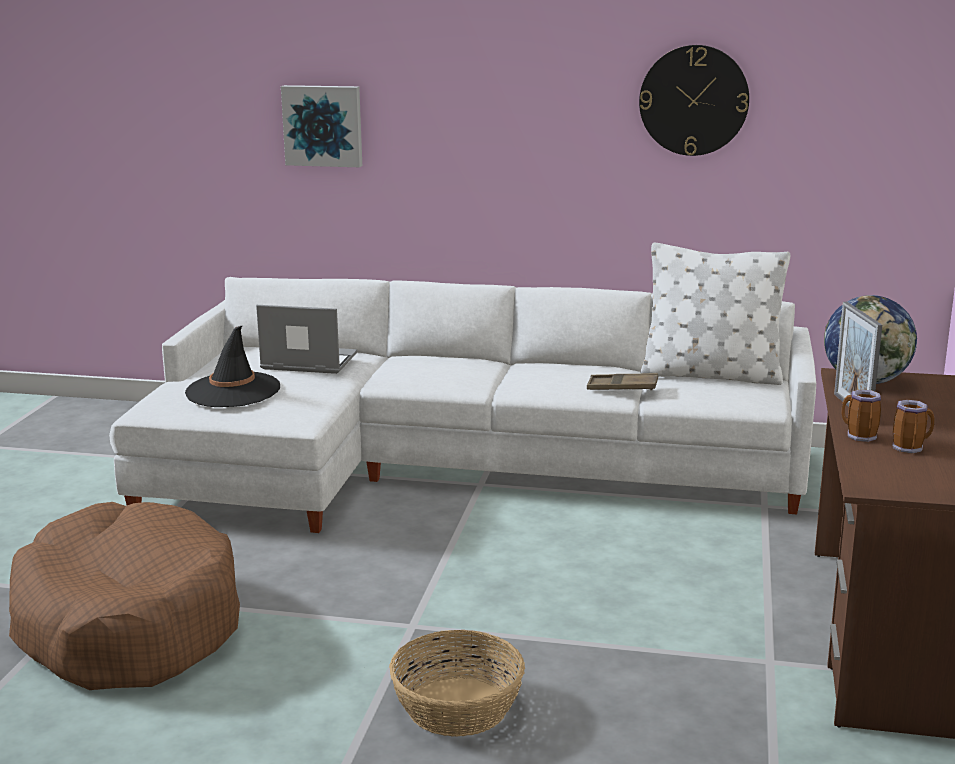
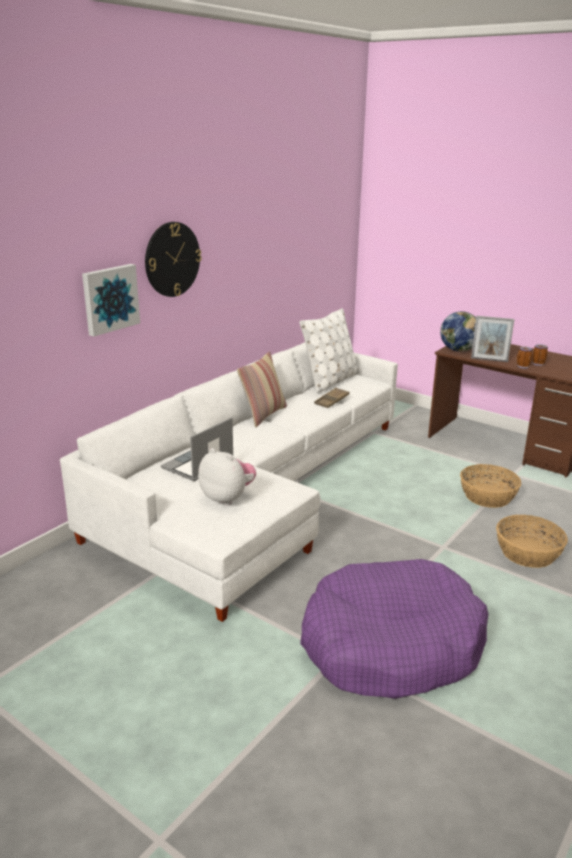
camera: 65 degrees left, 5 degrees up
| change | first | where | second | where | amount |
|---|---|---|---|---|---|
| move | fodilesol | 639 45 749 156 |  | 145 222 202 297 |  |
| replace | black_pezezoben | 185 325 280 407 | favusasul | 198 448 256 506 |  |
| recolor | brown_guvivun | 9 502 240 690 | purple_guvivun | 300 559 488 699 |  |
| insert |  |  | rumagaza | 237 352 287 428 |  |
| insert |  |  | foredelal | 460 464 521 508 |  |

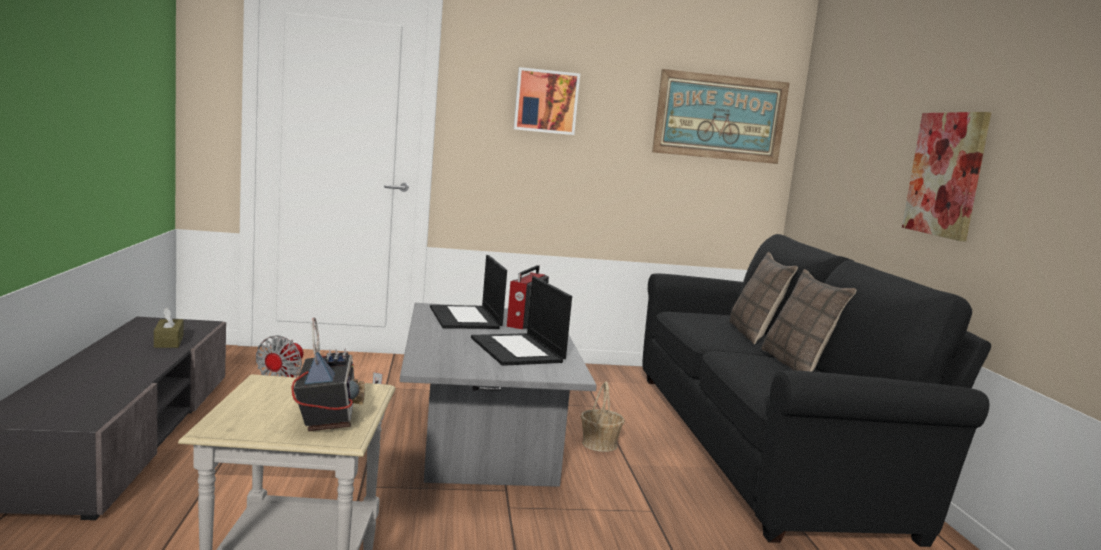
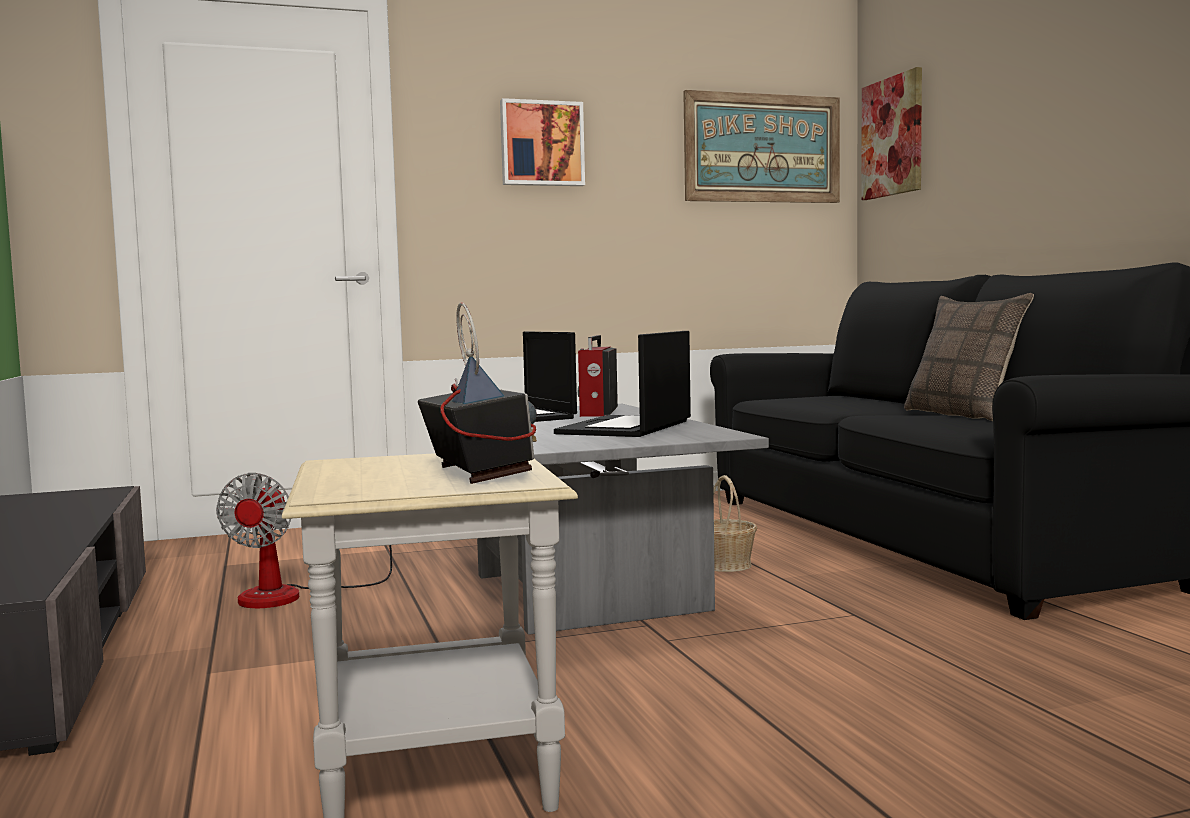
camera: 10 degrees left, 5 degrees down
| change | first | where | second | where | amount |
|---|---|---|---|---|---|
| move | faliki | 902 112 991 242 |  | 861 67 922 200 |  |
| delete | rumagaza | 730 252 798 344 |  |  |  |
| rotate | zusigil | 471 276 572 366 |  | 554 331 691 437 | 60 degrees clockwise |
| delete | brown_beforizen | 154 308 183 348 |  |  |  |

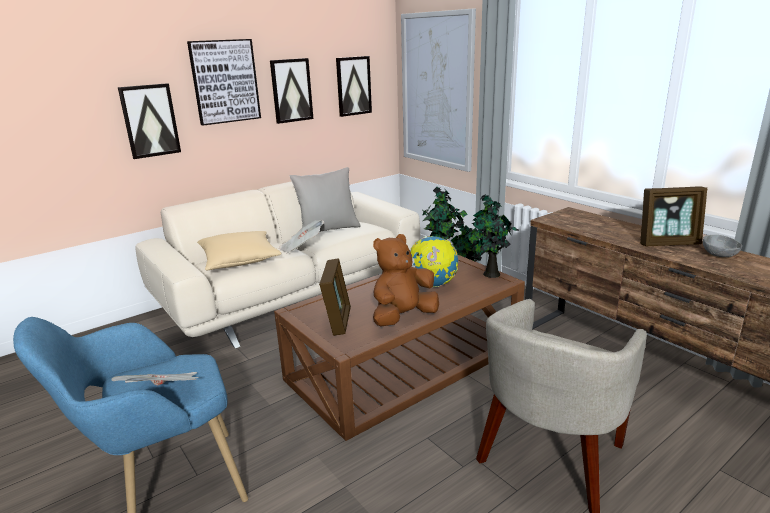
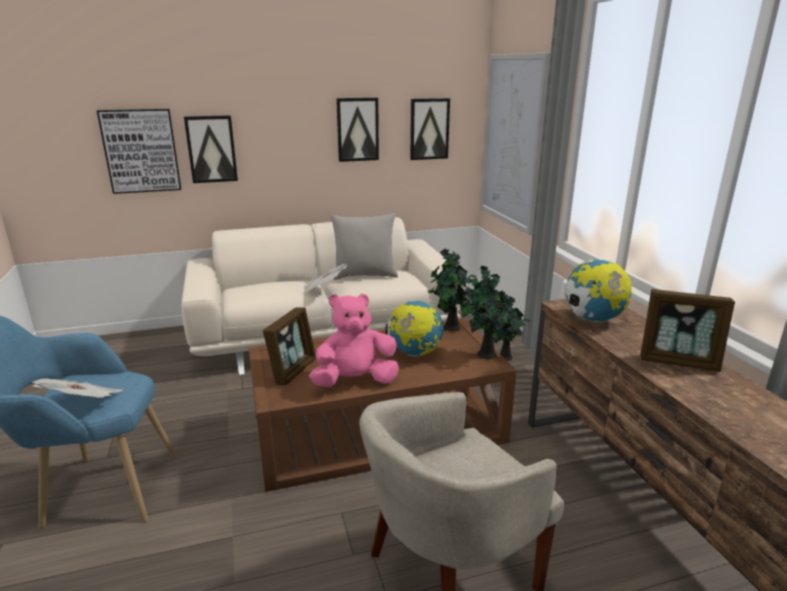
camera: 20 degrees right, 0 degrees up
| change | first | where | second | where | amount |
|---|---|---|---|---|---|
| move | faliki | 187 39 261 126 |  | 97 109 181 194 |  |
| delete | beige_rumagaza | 197 231 281 270 |  |  |  |
| recolor | brown_favusasul | 373 234 439 327 | pink_favusasul | 309 293 399 387 |  |
| delete | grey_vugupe | 703 235 742 257 |  |  |  |
| insert |  |  | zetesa | 565 260 632 322 |  |

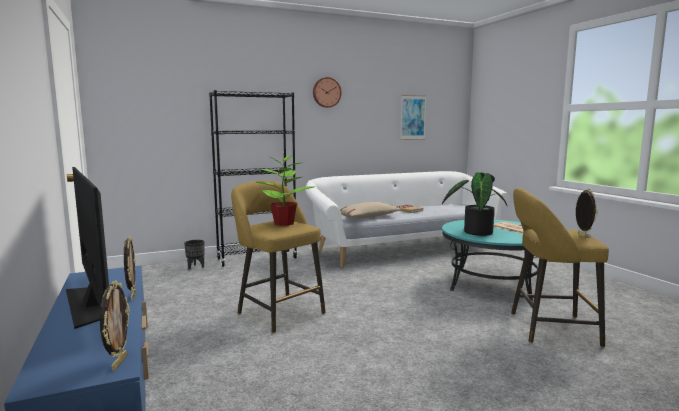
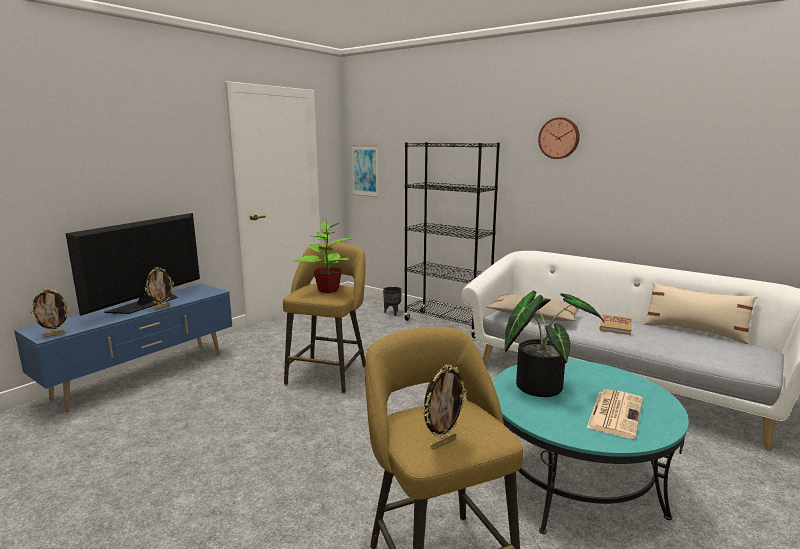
camera: 60 degrees right, 5 degrees up
| change | first | where | second | where | amount |
|---|---|---|---|---|---|
| move | faliki | 400 95 427 140 |  | 352 145 378 197 |  |
| insert |  |  | beige_rumagaza | 643 282 758 344 |  |

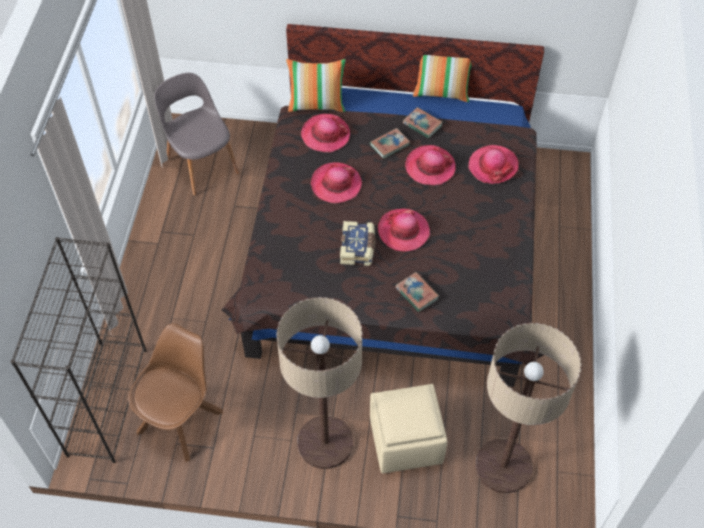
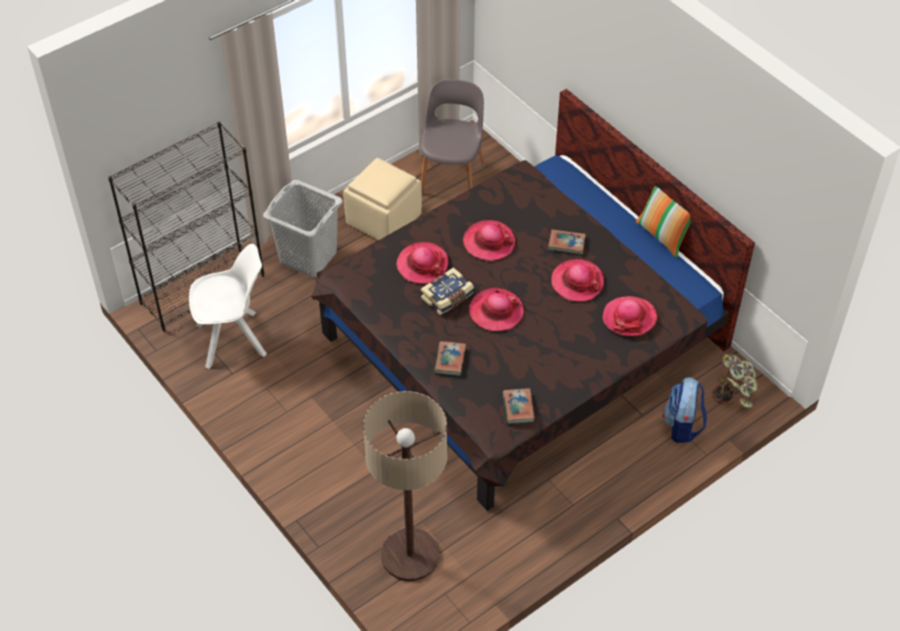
camera: 45 degrees right, 5 degrees down
| change | first | where | second | where | amount |
|---|---|---|---|---|---|
| delete | rumagaza | 286 59 346 112 |  |  |  |
| move | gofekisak | 403 107 442 139 |  | 503 388 535 424 |  |
| move | pezezoben | 301 114 350 153 |  | 397 242 449 284 |  |
| delete | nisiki | 276 297 362 469 |  |  |  |
| recolor | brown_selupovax | 128 323 223 462 | white_selupovax | 189 244 267 369 |  |
| move | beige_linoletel | 370 384 447 474 |  | 343 158 422 240 |  |
| insert |  |  | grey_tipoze | 263 180 343 277 |  |
| insert |  |  | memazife | 712 354 758 408 |  |
| insert |  |  | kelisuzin | 663 377 707 443 |  |

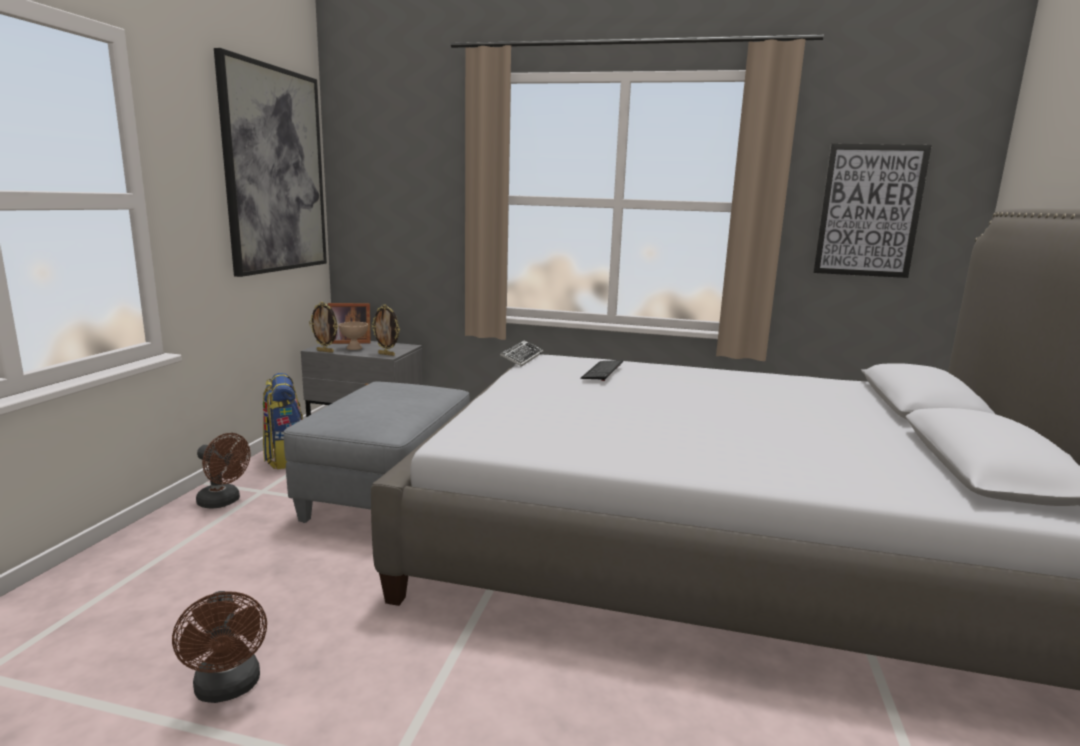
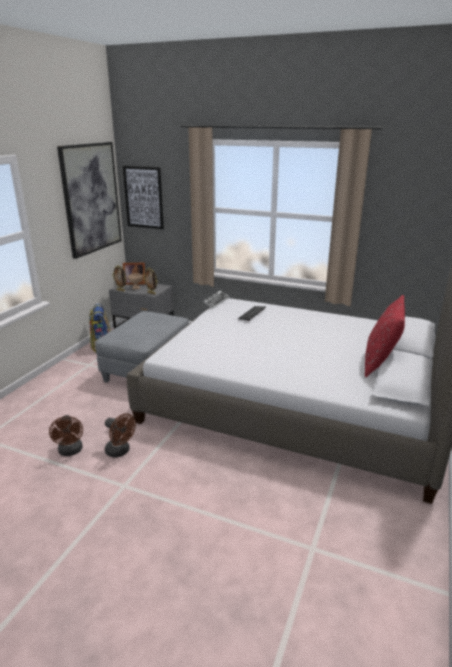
camera: 10 degrees right, 10 degrees up
| change | first | where | second | where | amount |
|---|---|---|---|---|---|
| move | faliki | 813 144 932 278 |  | 123 166 164 229 |  |
| move | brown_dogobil | 196 433 250 509 |  | 105 414 136 458 |  |
| insert |  |  | red_rumagaza | 365 295 405 377 |  |

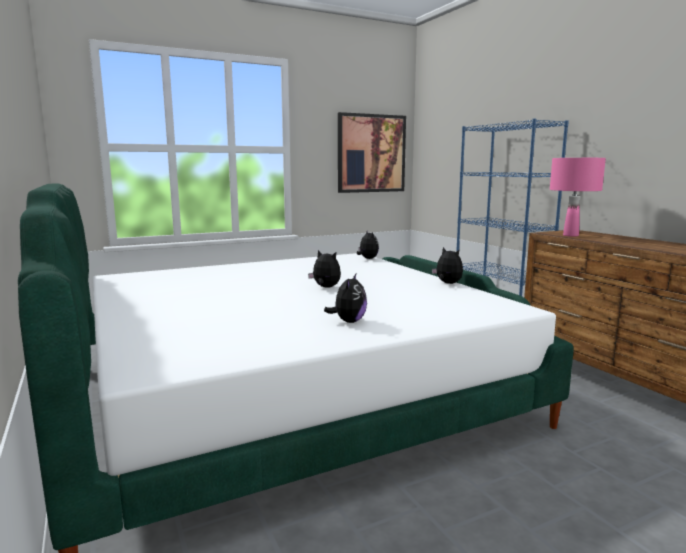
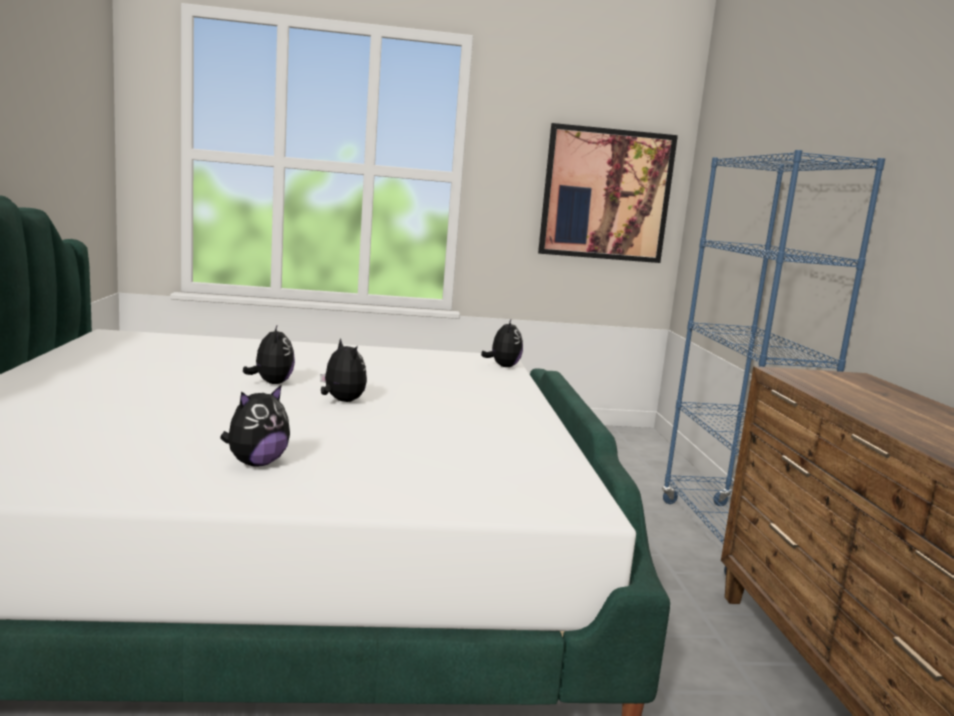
camera: 20 degrees right, 0 degrees up
| change | first | where | second | where | amount |
|---|---|---|---|---|---|
| delete | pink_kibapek | 550 158 606 237 |  |  |  |
| move | favusasul | 432 247 463 284 |  | 243 324 295 384 |  |

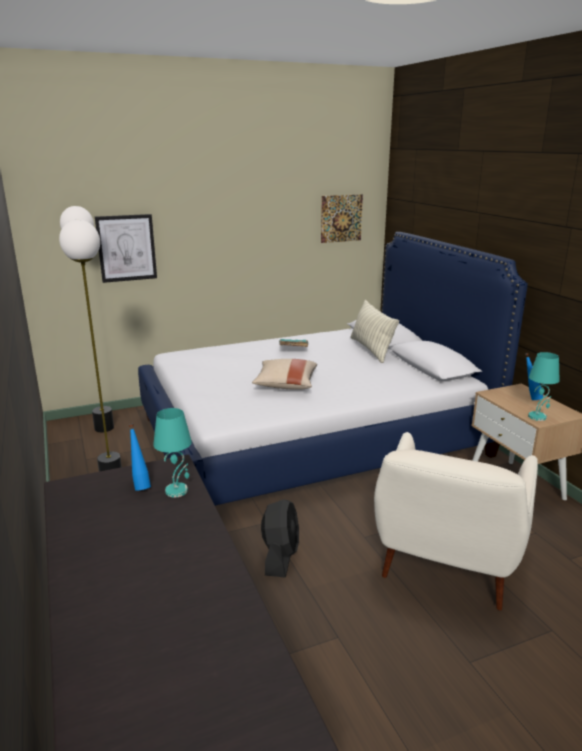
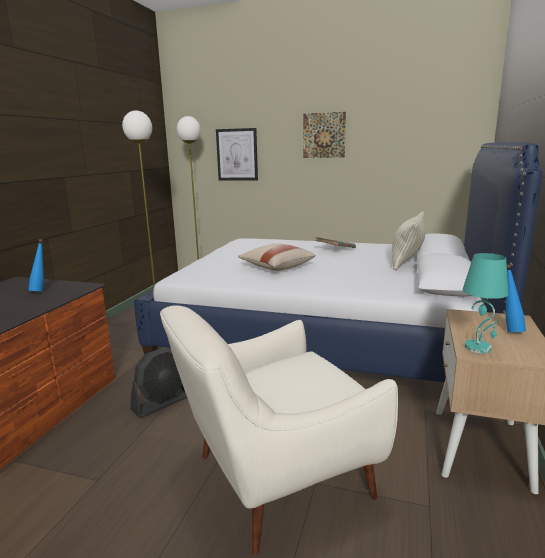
camera: 40 degrees right, 5 degrees down
| change | first | where | second | where | amount |
|---|---|---|---|---|---|
| move | faliki | 321 194 363 243 |  | 303 112 346 158 |  |
| delete | turquoise_kibapek | 153 408 192 497 |  |  |  |

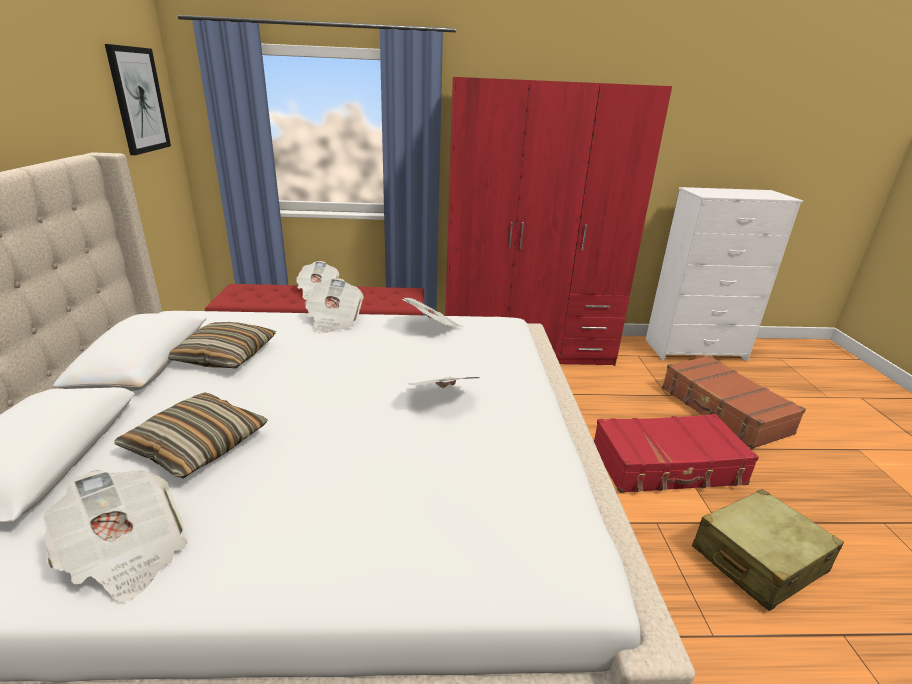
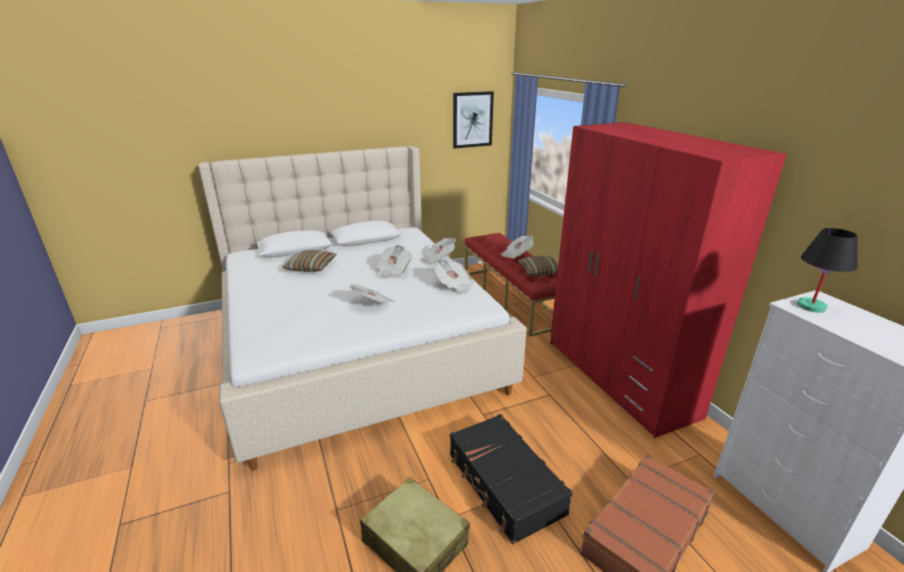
camera: 70 degrees right, 0 degrees up
| change | first | where | second | where | amount |
|---|---|---|---|---|---|
| move | rumagaza | 168 322 276 368 |  | 518 256 558 276 |  |
| recolor | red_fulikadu | 594 414 759 493 | black_fulikadu | 450 414 573 544 |  |
| move | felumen | 43 470 188 602 |  | 377 245 412 279 |  |
| insert |  |  | black_kibapek | 797 228 858 313 |  |

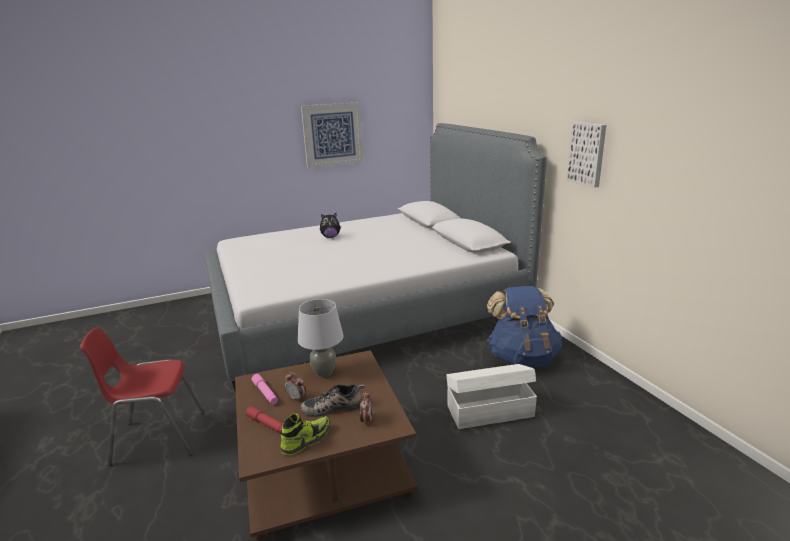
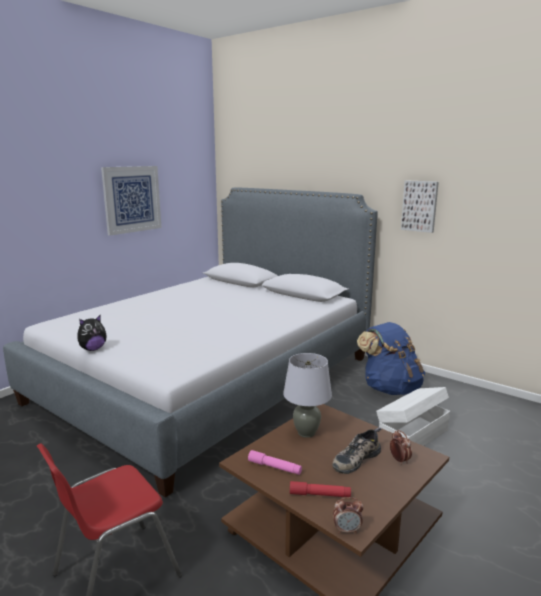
camera: 30 degrees left, 5 degrees down
| change | first | where | second | where | amount |
|---|---|---|---|---|---|
| move | favusasul | 320 213 341 238 |  | 77 315 107 351 |  |
| move | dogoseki | 285 372 306 402 |  | 333 497 363 533 |  |
| delete | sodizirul | 280 414 330 455 |  |  |  |

